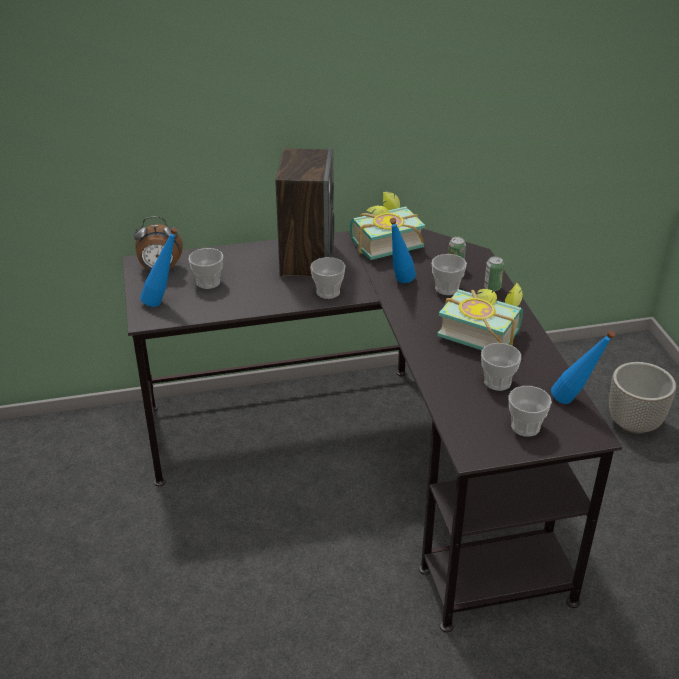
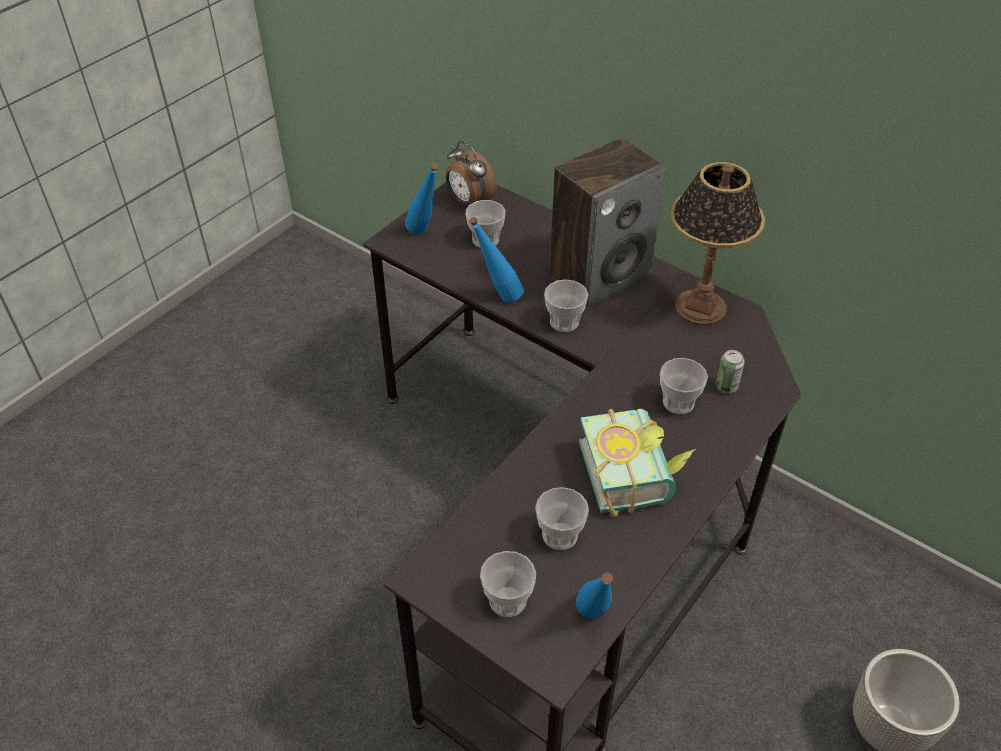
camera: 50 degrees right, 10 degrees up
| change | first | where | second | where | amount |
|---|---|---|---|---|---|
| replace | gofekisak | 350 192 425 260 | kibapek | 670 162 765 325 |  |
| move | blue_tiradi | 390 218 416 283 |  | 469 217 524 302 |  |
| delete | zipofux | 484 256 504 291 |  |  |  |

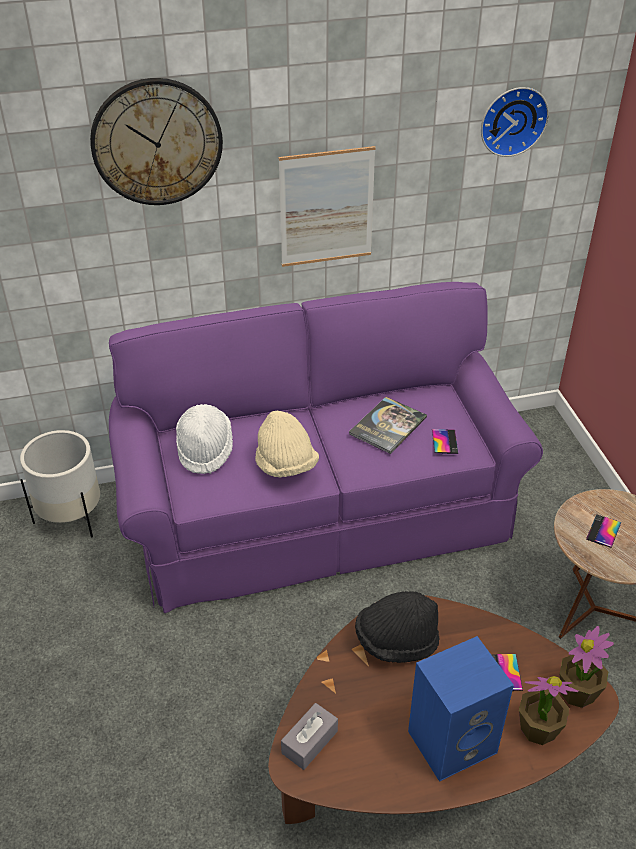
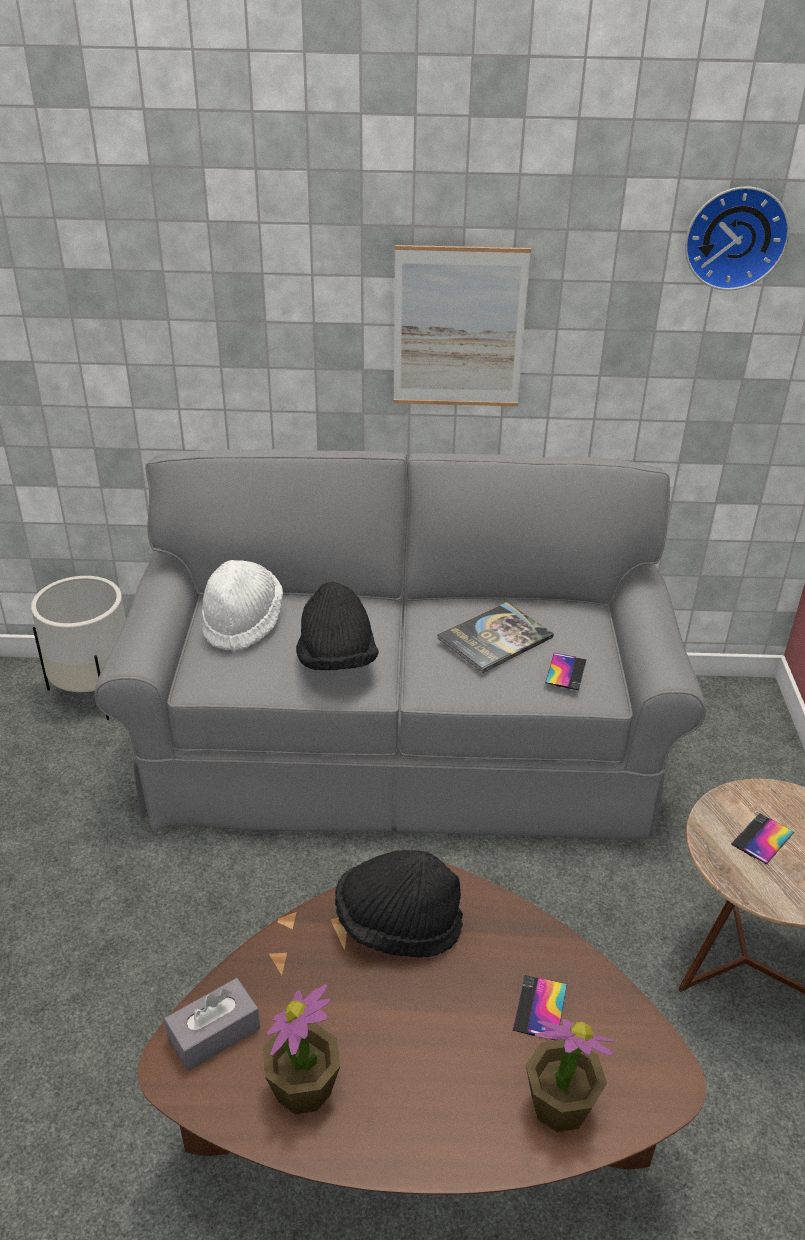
camera: 15 degrees right, 5 degrees down
| change | first | where | second | where | amount |
|---|---|---|---|---|---|
| delete | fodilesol | 90 78 223 205 |  |  |  |
| recolor | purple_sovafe | 109 282 543 613 | grey_sovafe | 95 449 706 839 |  |
| recolor | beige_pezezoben | 255 410 319 478 | black_pezezoben | 296 582 379 670 |  |
| move | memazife | 560 626 614 708 |  | 263 984 340 1115 |  |
| delete | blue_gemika | 408 636 514 782 |  |  |  |

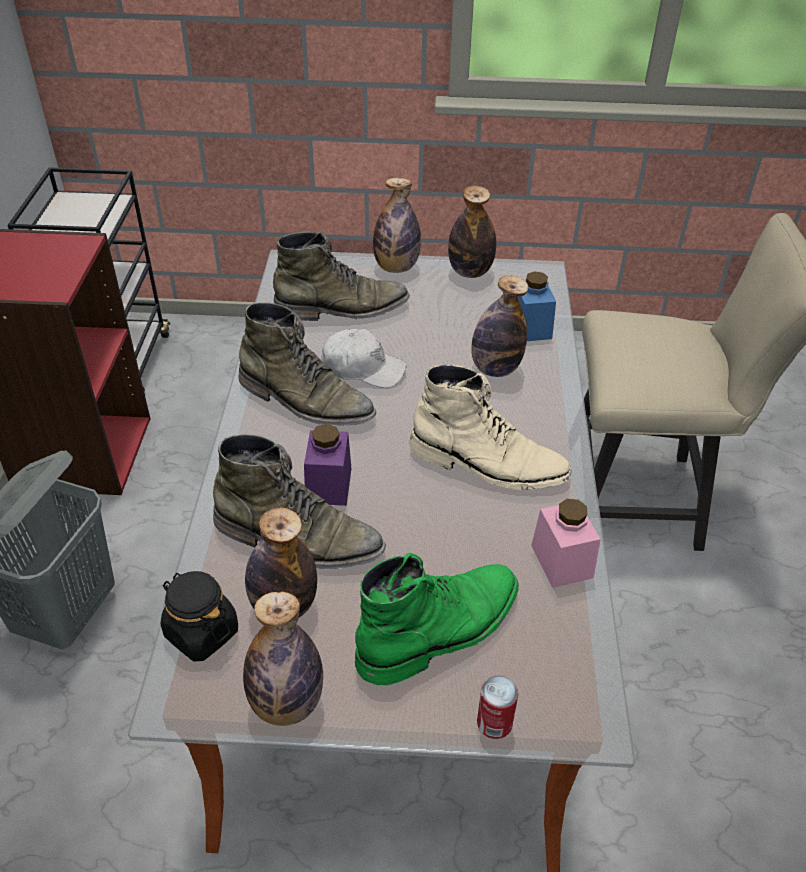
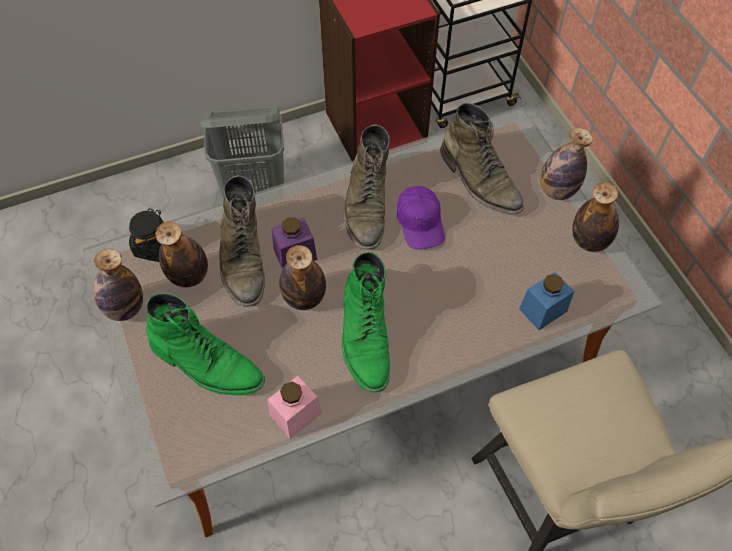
camera: 65 degrees right, 15 degrees up
| change | first | where | second | where | amount |
|---|---|---|---|---|---|
| move | tiradi | 471 275 528 377 |  | 279 245 326 310 |  |
| recolor | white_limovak | 322 329 407 388 | purple_limovak | 397 186 445 249 |  |
| recolor | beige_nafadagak | 409 364 572 490 | green_nafadagak | 342 251 390 392 |  |
| delete | zipofux | 477 676 518 739 |  |  |  |

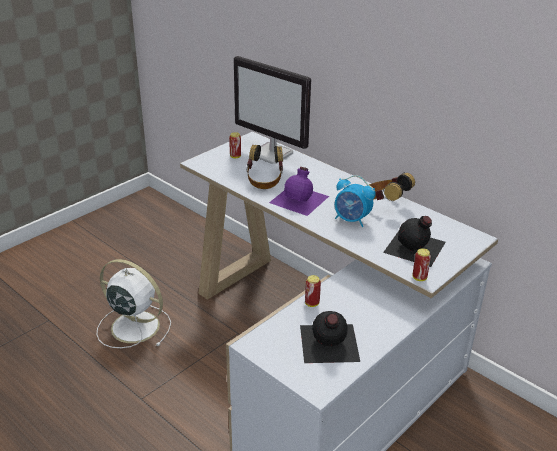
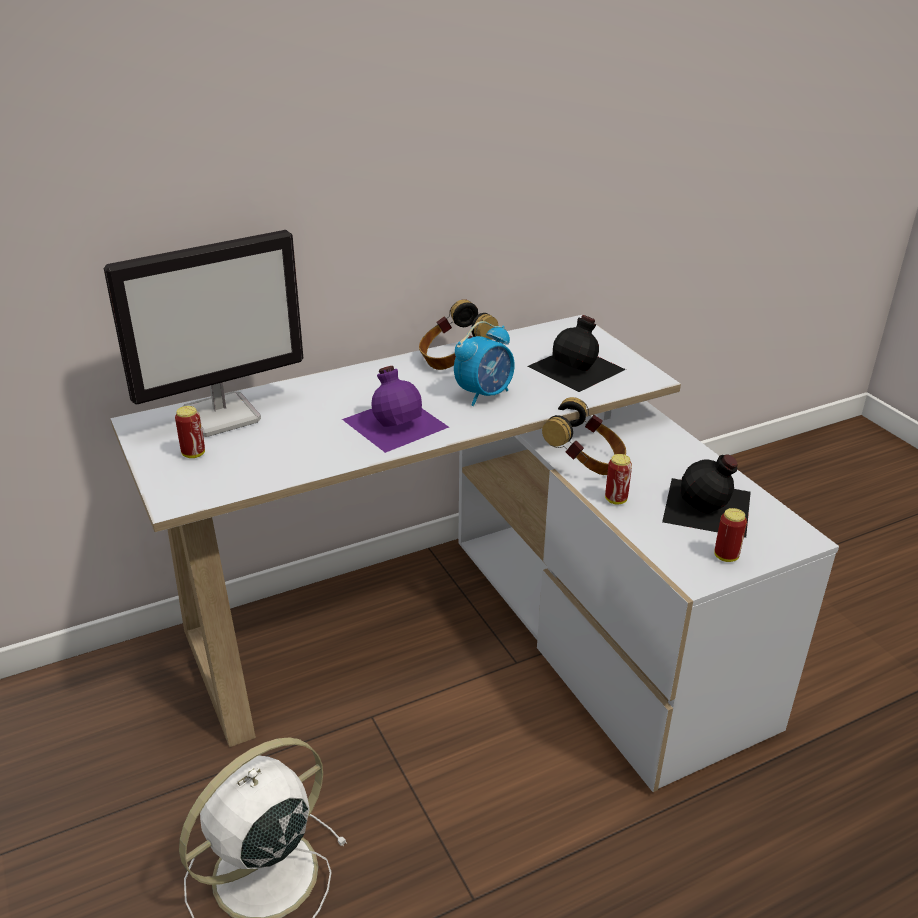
camera: 70 degrees left, 0 degrees up
| change | first | where | second | where | amount |
|---|---|---|---|---|---|
| move | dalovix | 246 145 283 189 |  | 542 397 626 475 |  |
| move | zipofux | 413 248 431 281 |  | 714 508 747 562 |  |

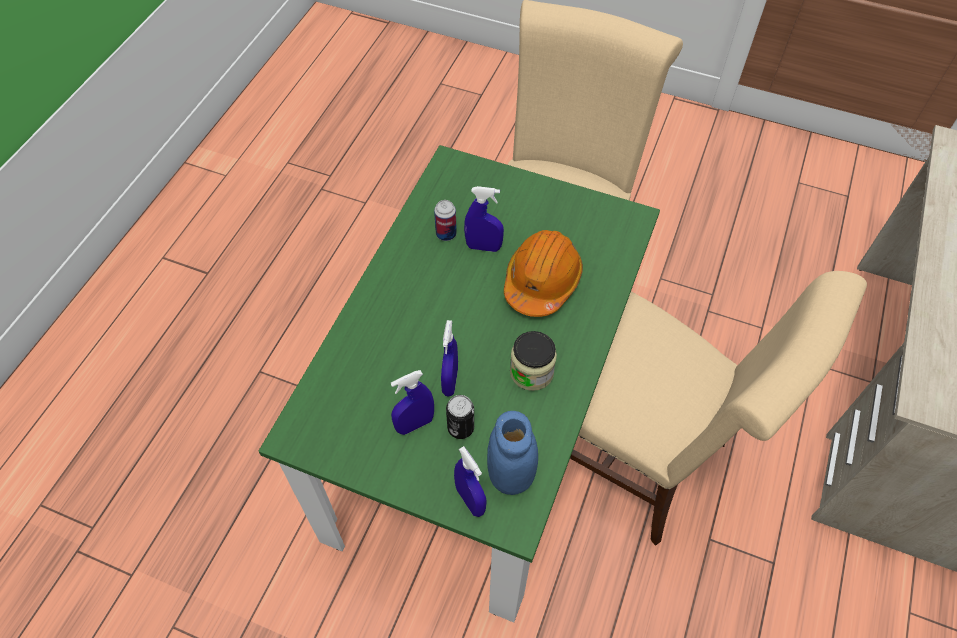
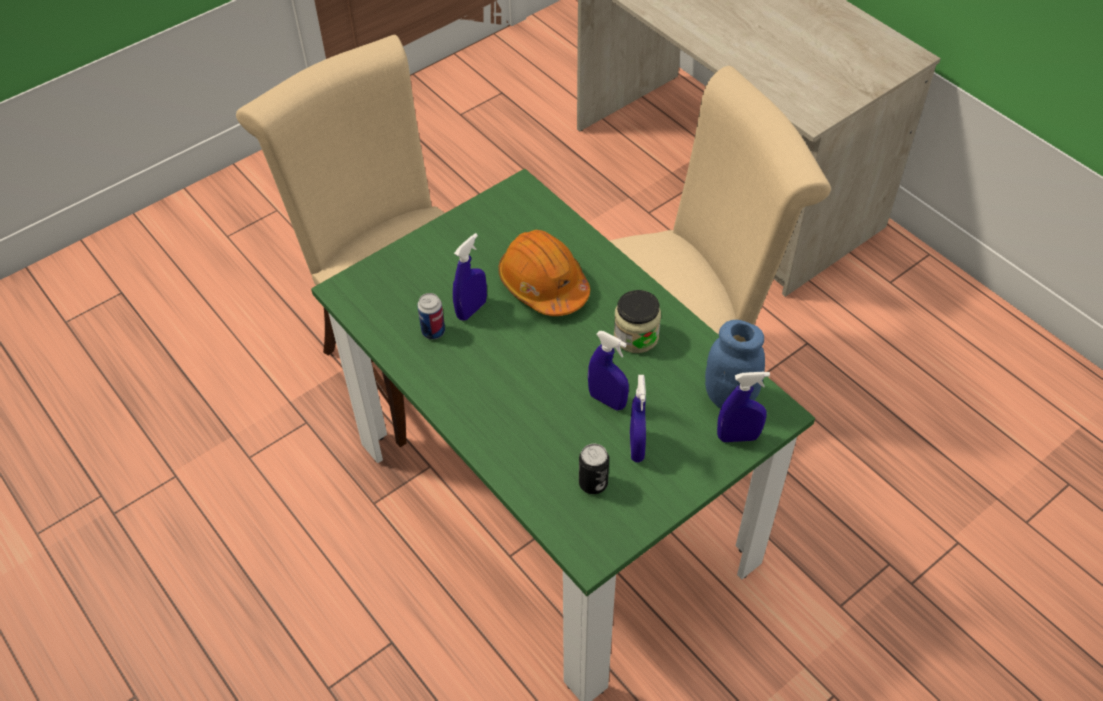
camera: 60 degrees left, 5 degrees down
| change | first | where | second | where | amount |
|---|---|---|---|---|---|
| move | zipofux | 446 395 474 439 |  | 579 444 609 494 |  |

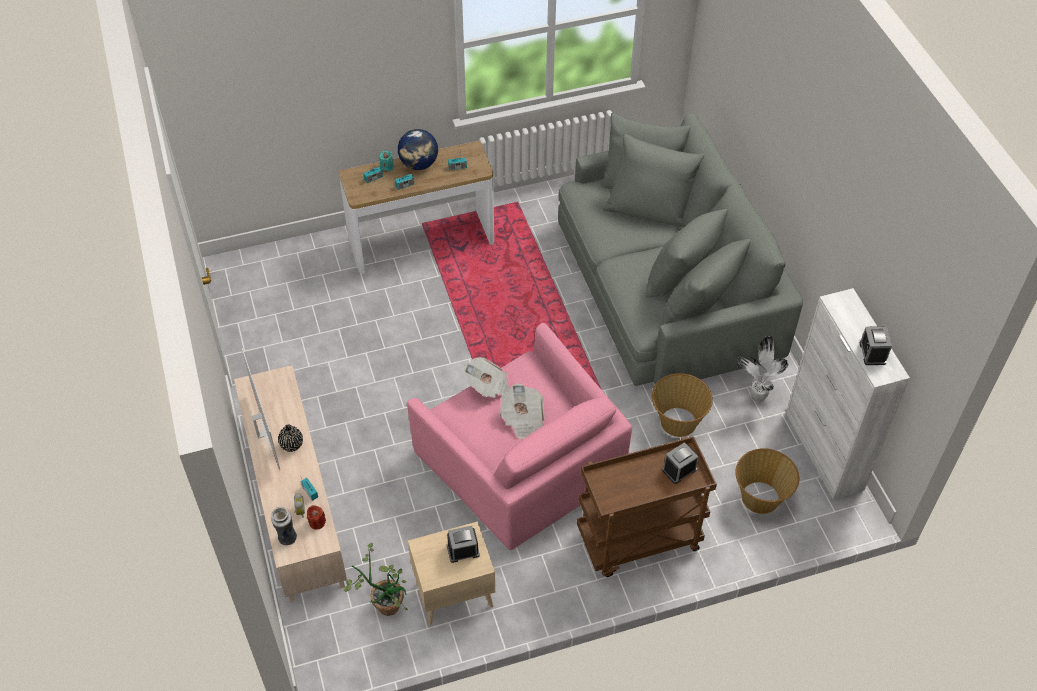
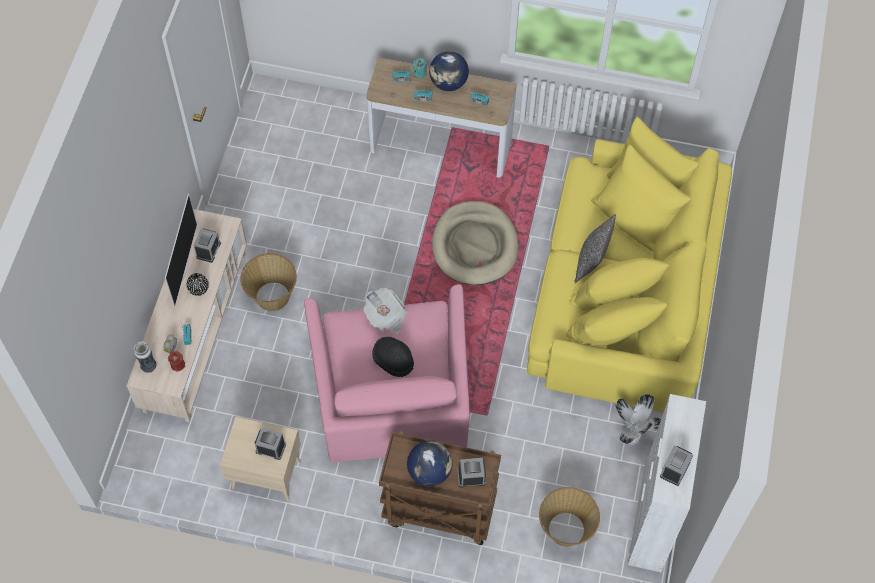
camera: 30 degrees right, 10 degrees up
| change | first | where | second | where | amount |
|---|---|---|---|---|---|
| recolor | grey_sovafe | 558 113 803 386 | yellow_sovafe | 527 117 732 413 |  |
| move | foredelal | 652 373 713 437 |  | 240 253 297 311 |  |
| replace | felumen | 500 383 545 439 | black_pezezoben | 372 337 414 377 |  |
| delete | memazife | 344 543 408 616 |  |  |  |
| insert |  |  | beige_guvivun | 432 201 519 285 |  |
| insert |  |  | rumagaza | 574 214 616 283 |  |
| insert |  |  | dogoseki | 194 228 221 263 |  |
| insert |  |  | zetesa | 407 441 452 487 |  |

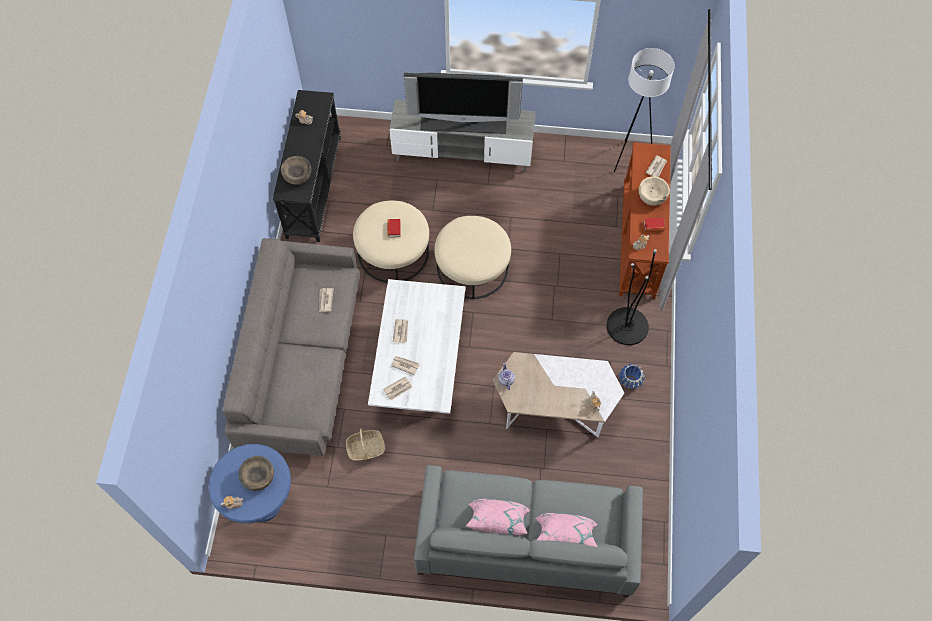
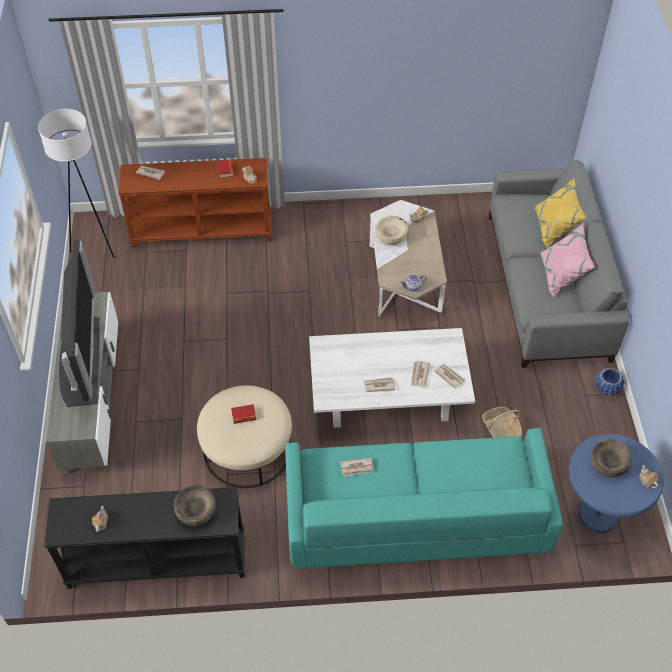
camera: 100 degrees left, 10 degrees down
| change | first | where | second | where | amount |
|---|---|---|---|---|---|
| move | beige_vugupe | 639 176 670 206 |  | 375 216 408 245 |  |
| delete | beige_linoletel | 434 216 511 299 |  |  |  |
| recolor | grey_sovafe | 223 238 360 456 | turquoise_sovafe | 285 428 563 569 |  |
| delete | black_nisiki | 607 249 657 345 |  |  |  |
| move | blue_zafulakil | 619 364 645 389 |  | 595 368 625 395 |  |
| recolor | pink_rumagaza | 535 513 597 547 | yellow_rumagaza | 535 178 586 248 |  |

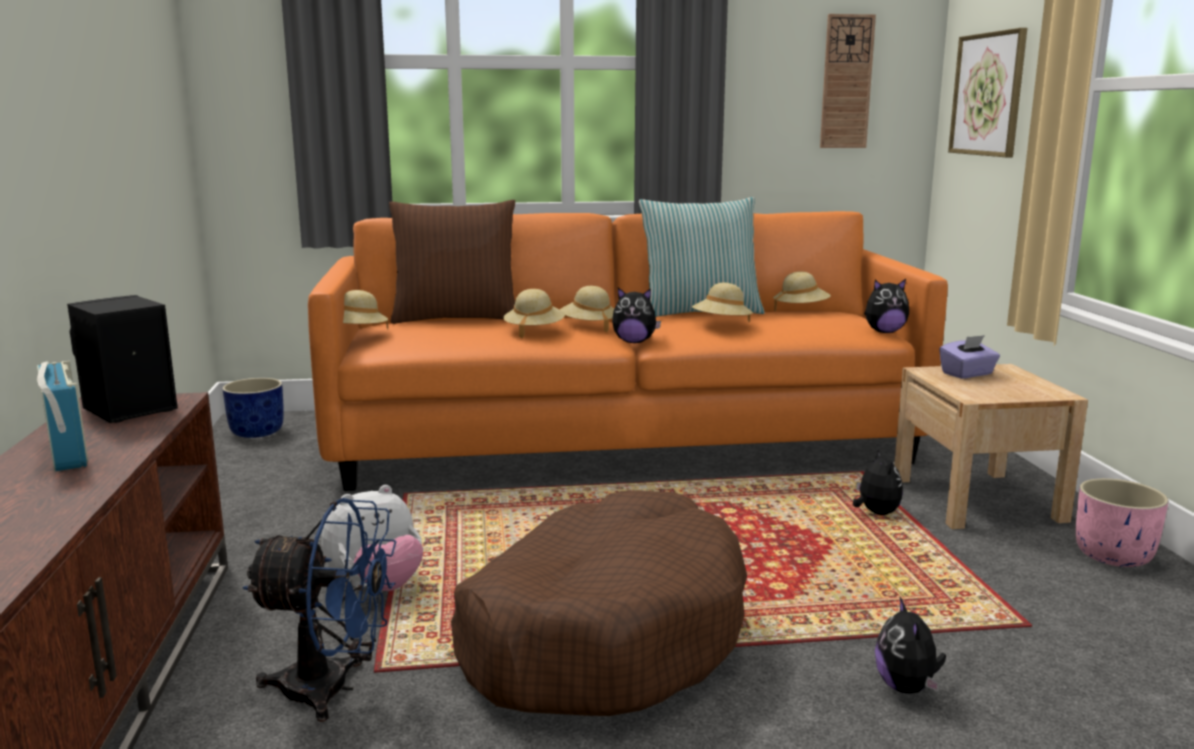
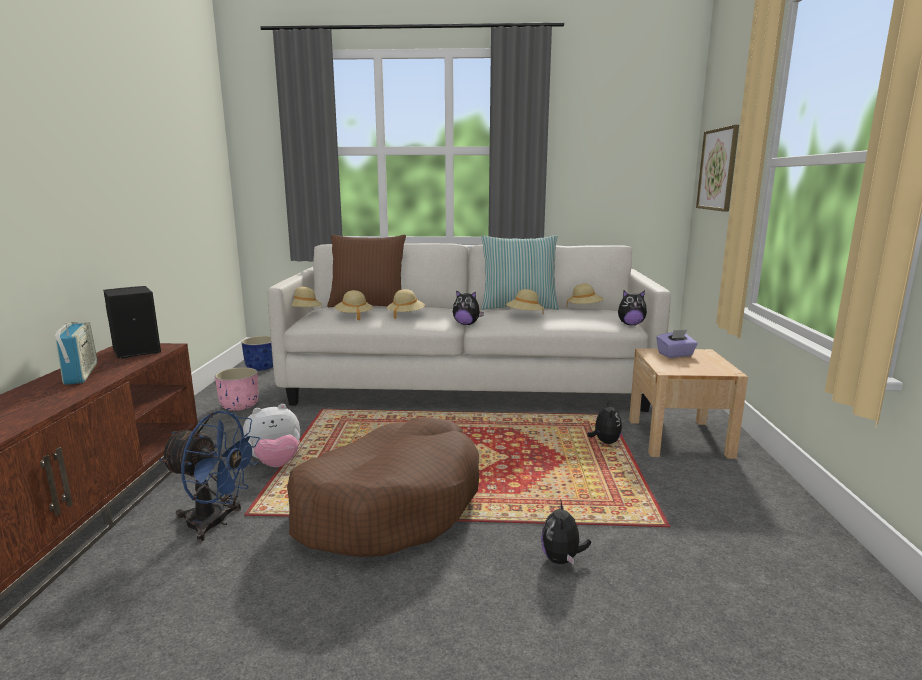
camera: 10 degrees right, 0 degrees up
| change | first | where | second | where | amount |
|---|---|---|---|---|---|
| delete | fodilesol | 820 14 876 148 |  |  |  |
| recolor | orange_sovafe | 308 211 948 491 | white_sovafe | 268 243 671 412 |  |
| move | beige_pezezoben | 560 286 614 332 |  | 335 290 373 321 |  |
| move | pink_zafulakil | 1076 478 1169 567 |  | 215 367 258 411 |  |

